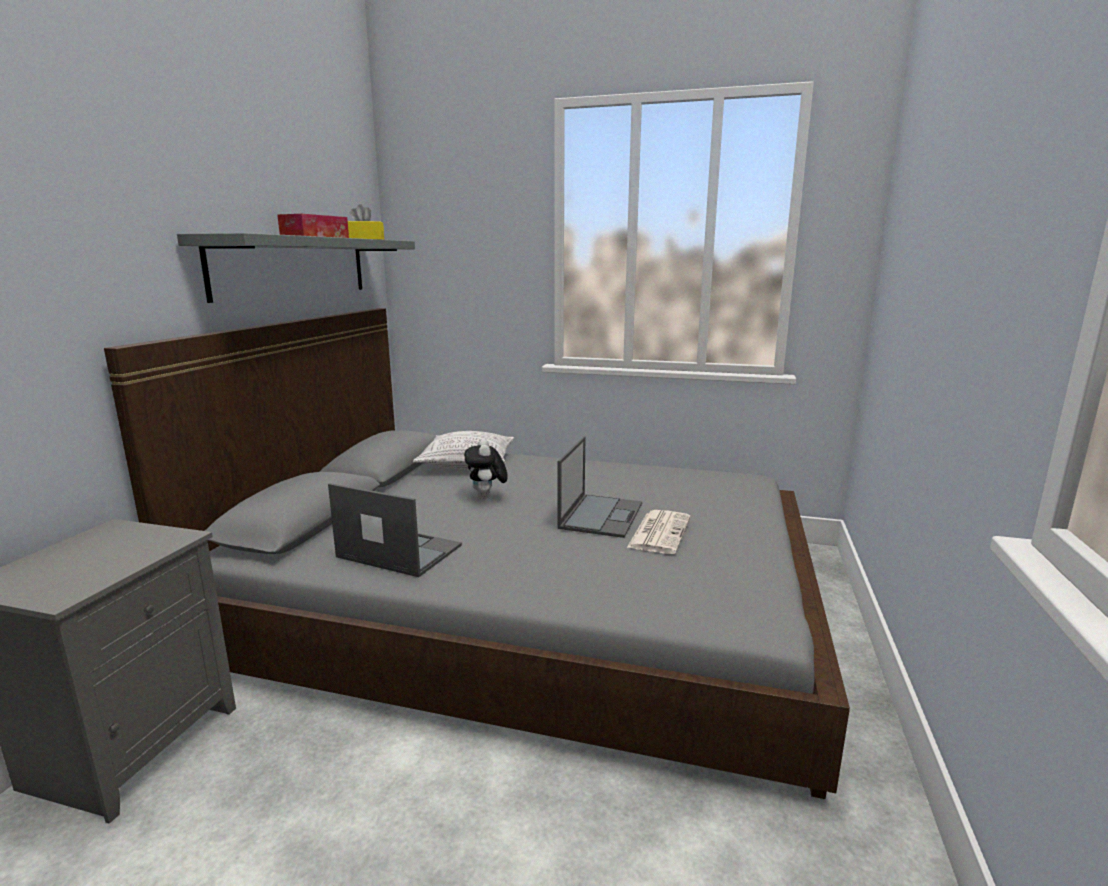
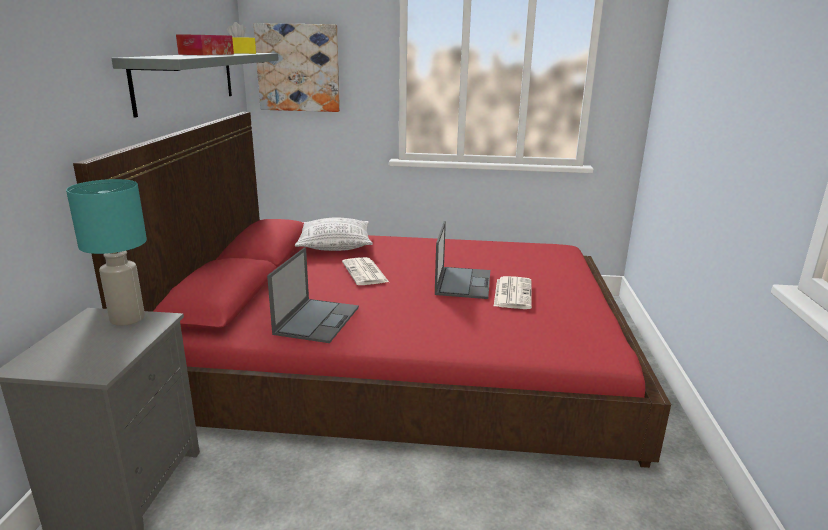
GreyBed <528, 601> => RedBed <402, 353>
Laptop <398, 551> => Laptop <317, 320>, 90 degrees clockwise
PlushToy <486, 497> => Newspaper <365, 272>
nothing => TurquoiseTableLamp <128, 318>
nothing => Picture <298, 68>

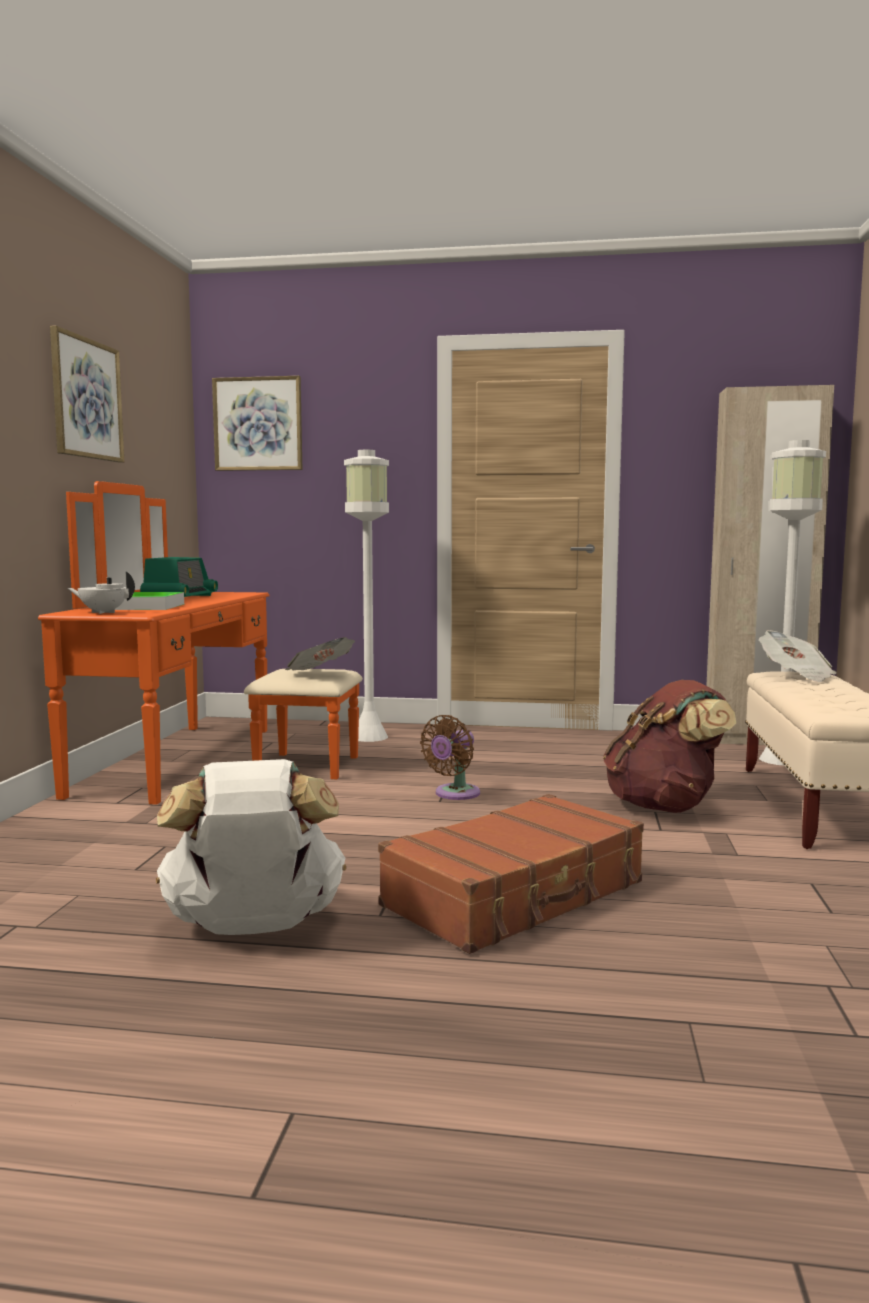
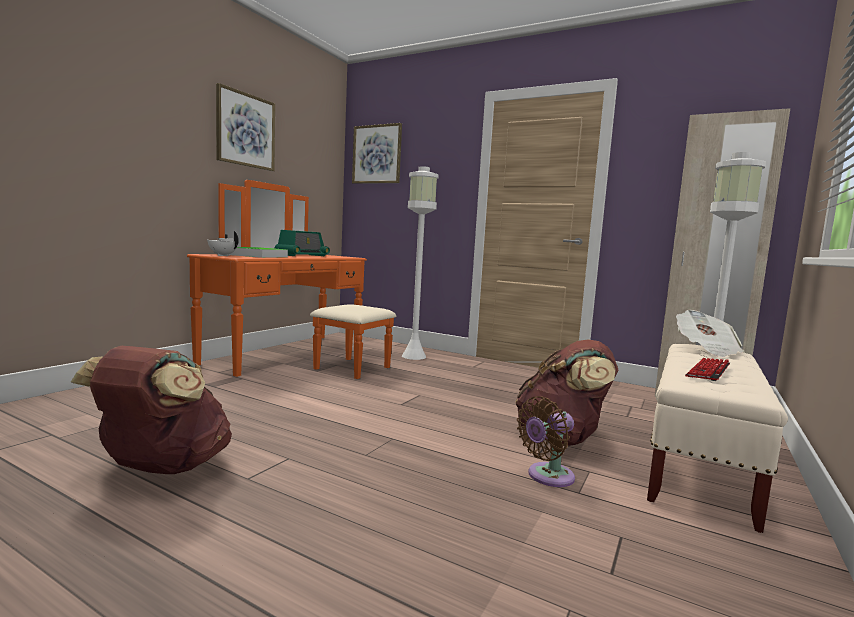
WhiteBackpack <254, 928> => BrownBackpack <162, 468>
Newspaper <320, 674> => nothing
BrownSuitcase <516, 895> => nothing
BrownFan <454, 794> => BrownFan <547, 476>, relocated
nothing => Keyboard <708, 371>

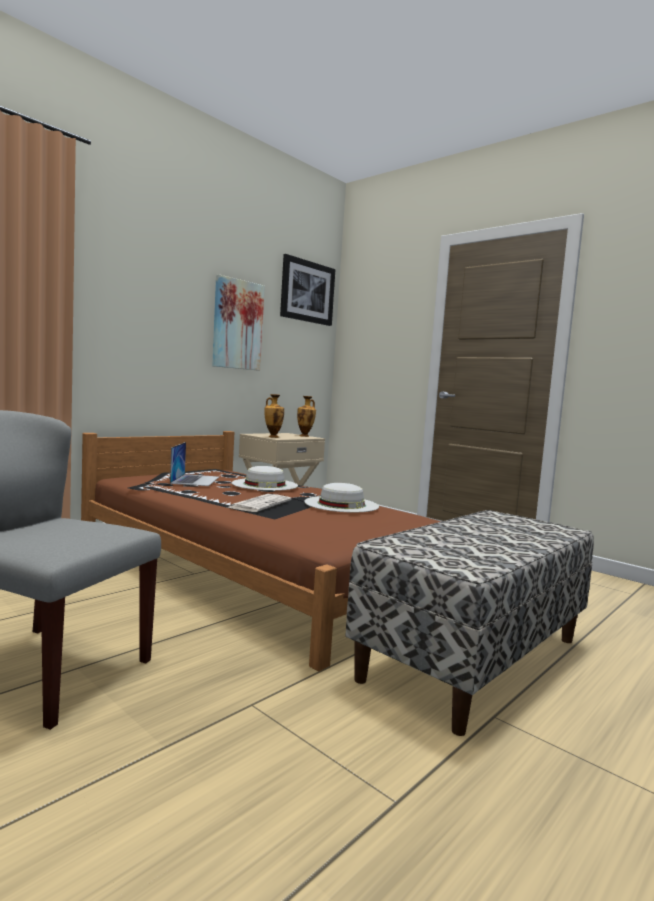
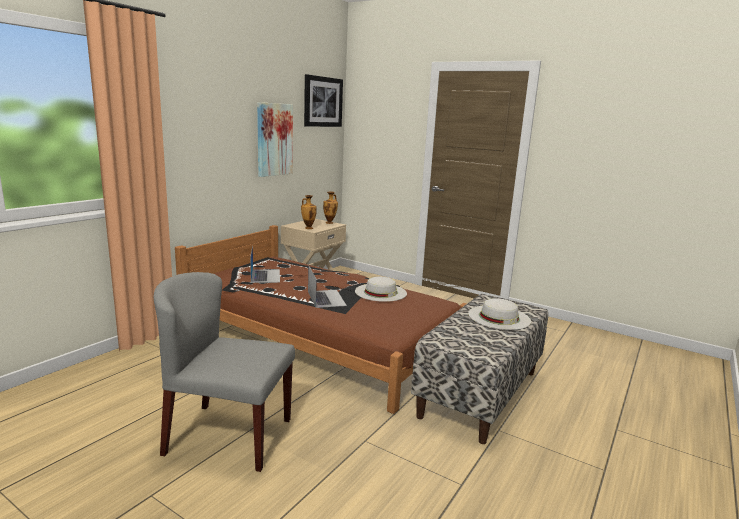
Newspaper <260, 504> => Laptop <326, 298>
WhiteHat <265, 484> => WhiteHat <499, 317>, relocated

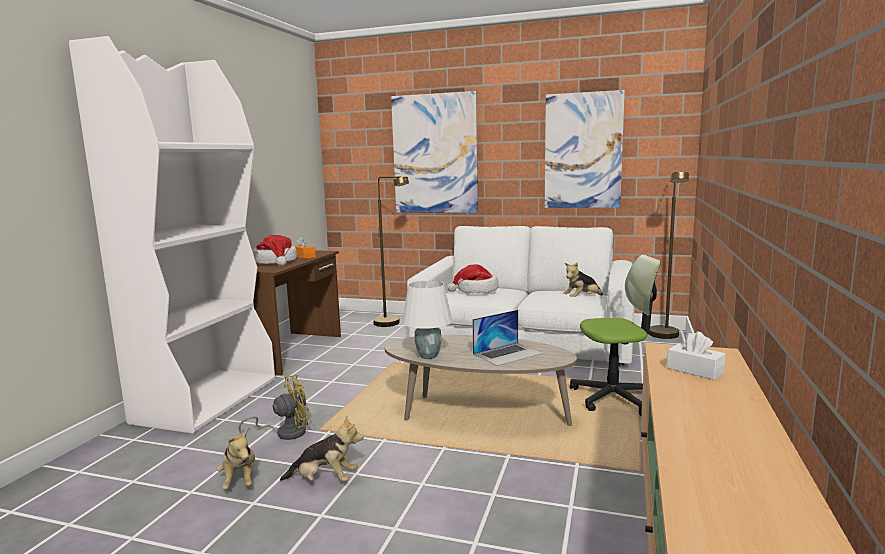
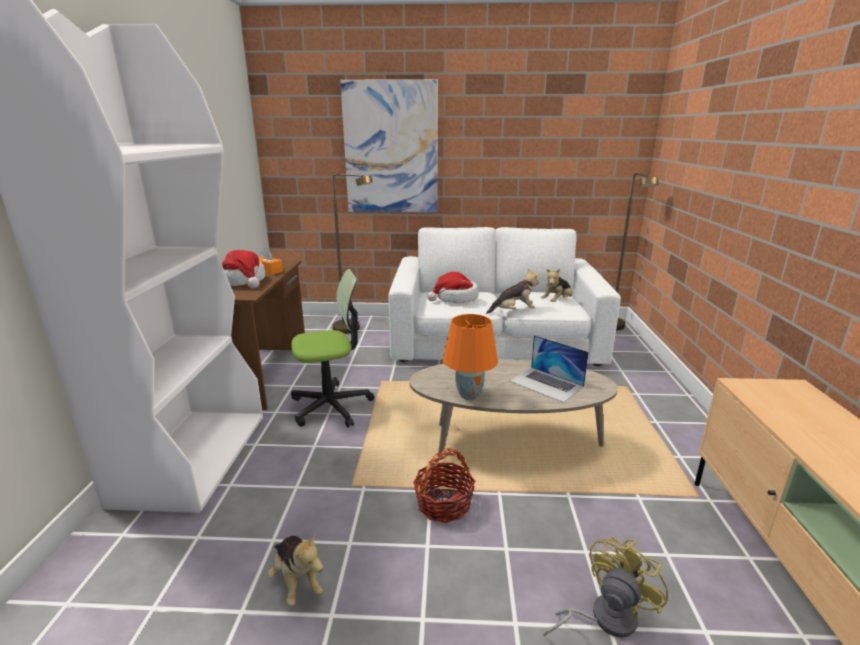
YellowFan <285, 432> => YellowFan <603, 618>, relocated
PlushToy <324, 480> => PlushToy <514, 312>, relocated
WhiteTableLamp <428, 356> => OrangeTableLamp <468, 395>
Laptop <508, 353> => Laptop <546, 384>, 90 degrees clockwise
Picture <583, 151> => nothing
OfficeChair <614, 398> => OfficeChair <331, 406>, relocated
WhiteTissueBox <695, 370> => nothing
nothing => Basket <444, 504>

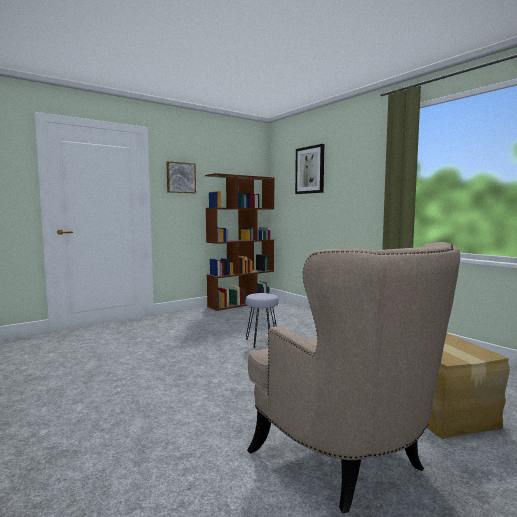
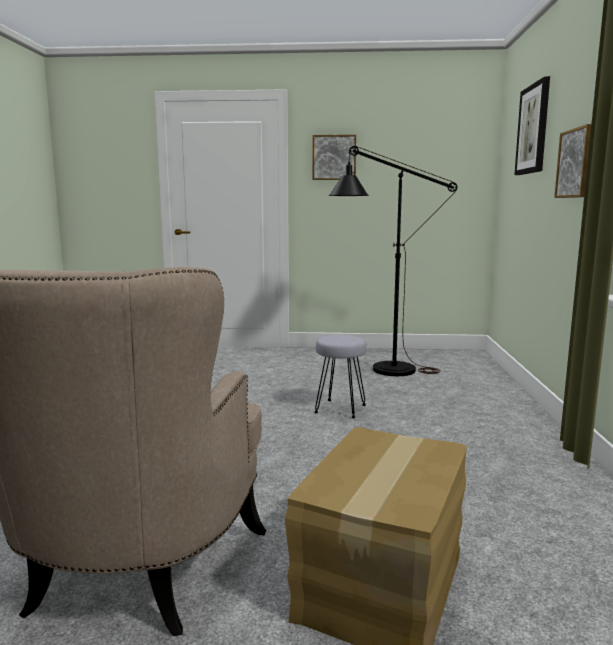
BrownBookcase <241, 303> => nothing
nothing => BlackFloorLamp <381, 369>
nothing => Picture <578, 163>

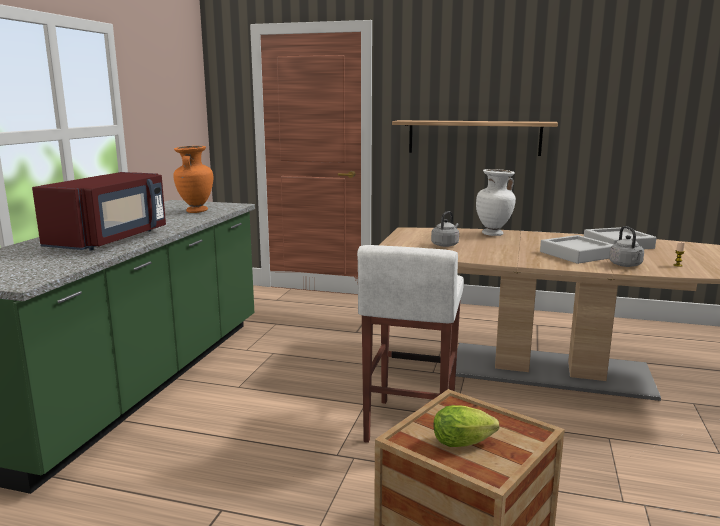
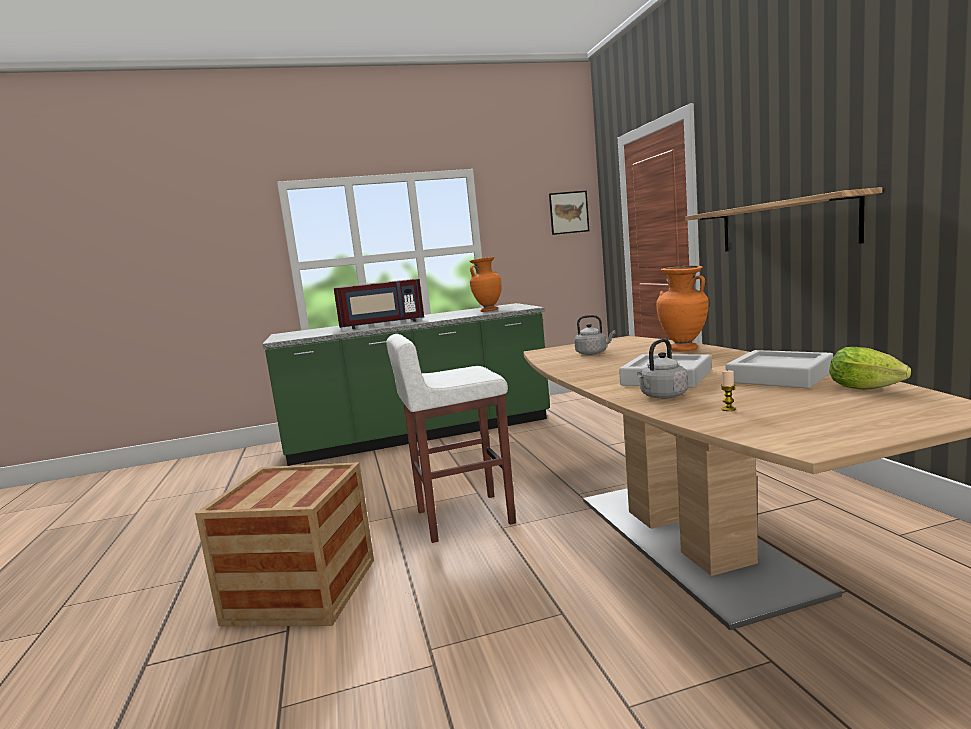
Lettuce <465, 443> => Lettuce <869, 389>, relocated
WhiteVase <493, 234> => OrangeVase <683, 349>
nothing => Picture <569, 212>

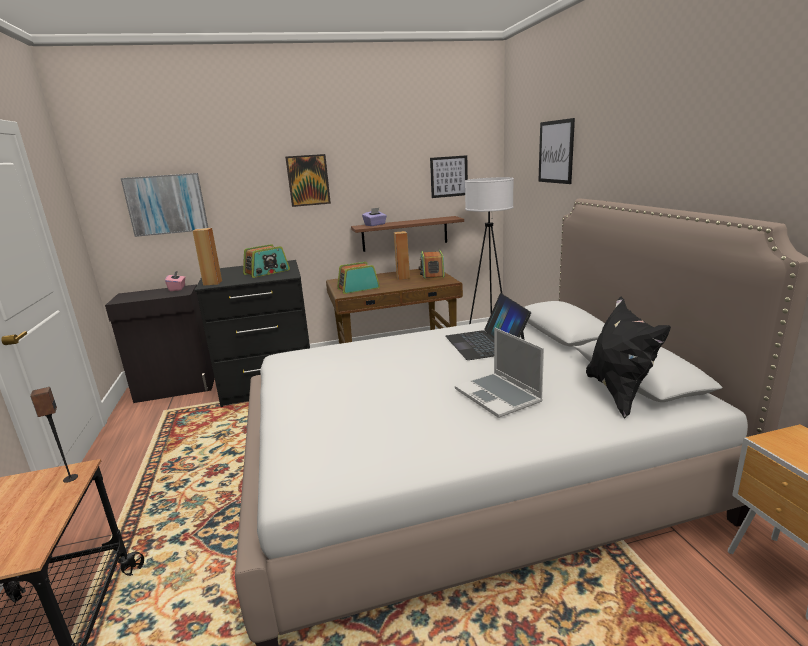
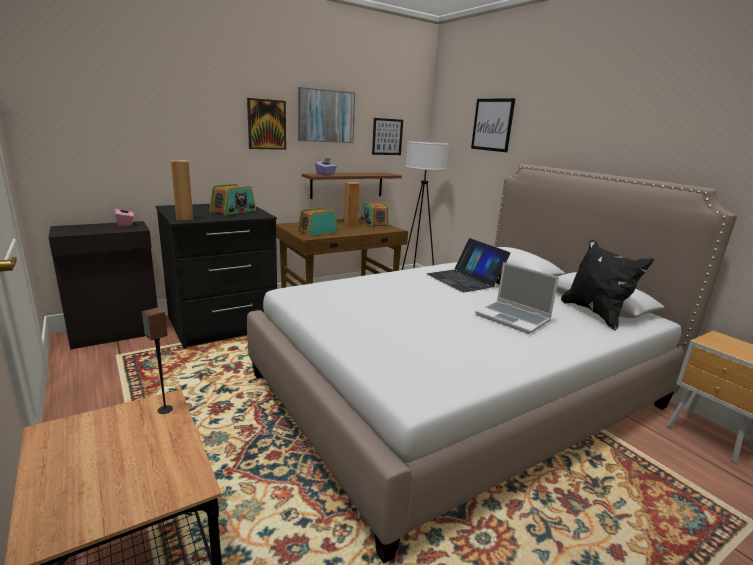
Picture <166, 204> => Picture <326, 116>, relocated

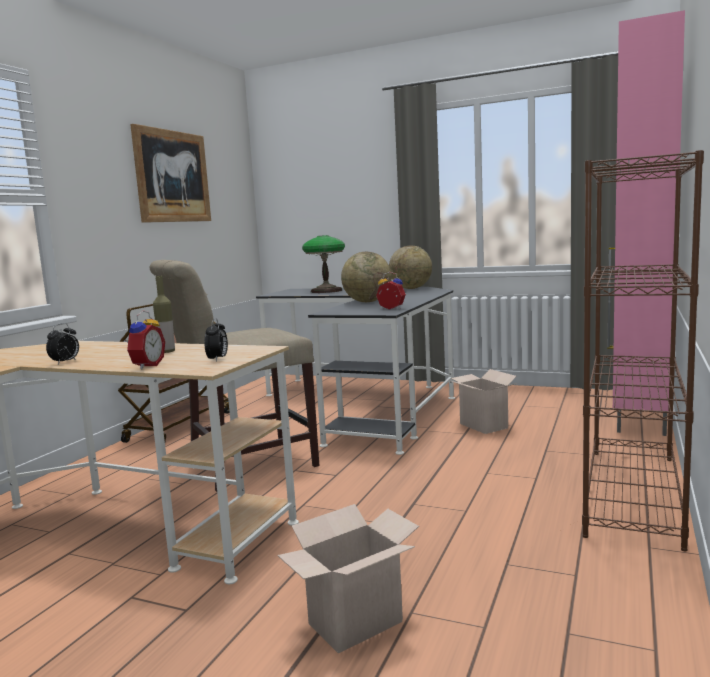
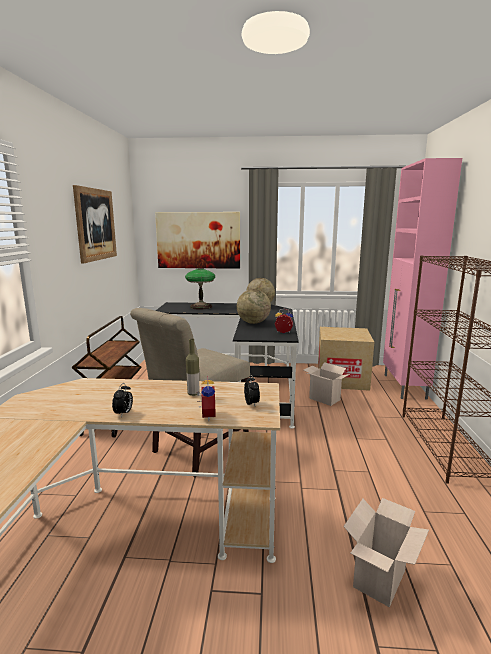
nothing => Picture <198, 240>
nothing => CardboardBox <342, 379>

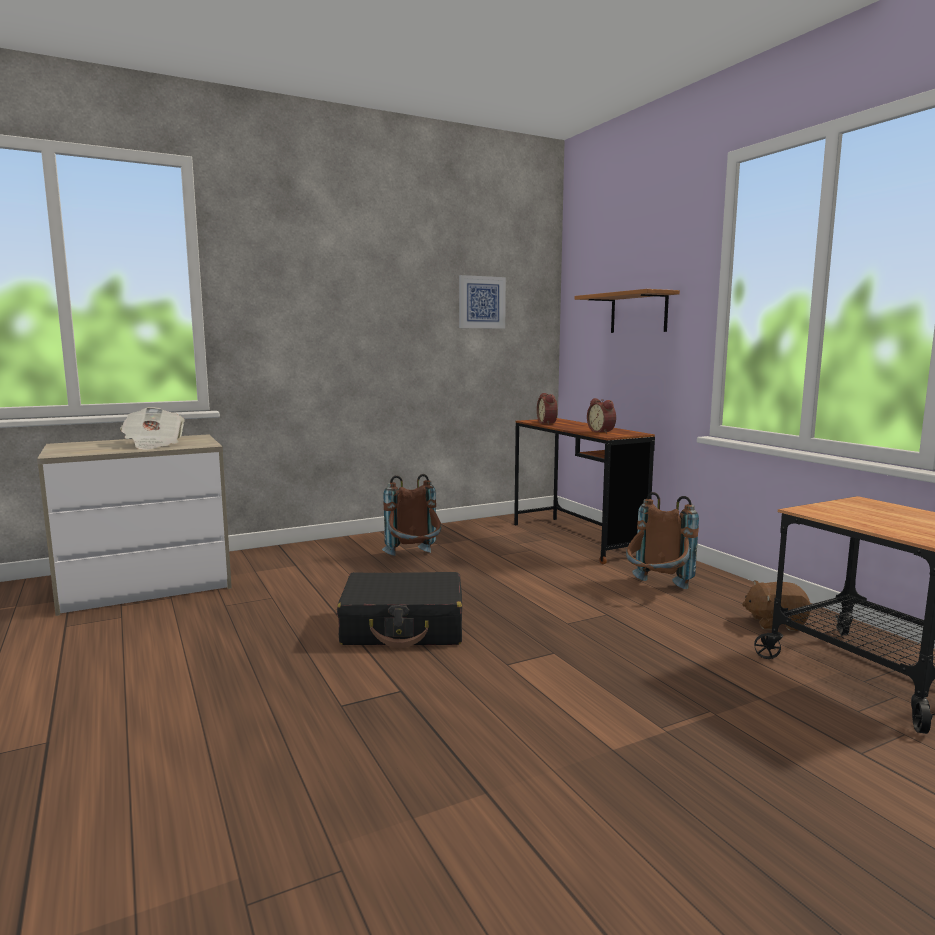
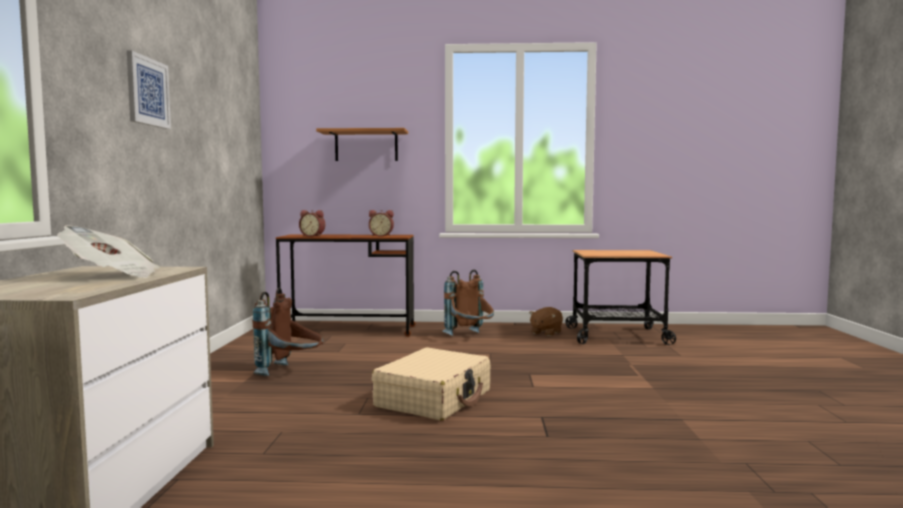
BlackSuitcase <403, 627> => BeigeSuitcase <434, 399>
Picture <481, 302> => Picture <147, 92>, relocated

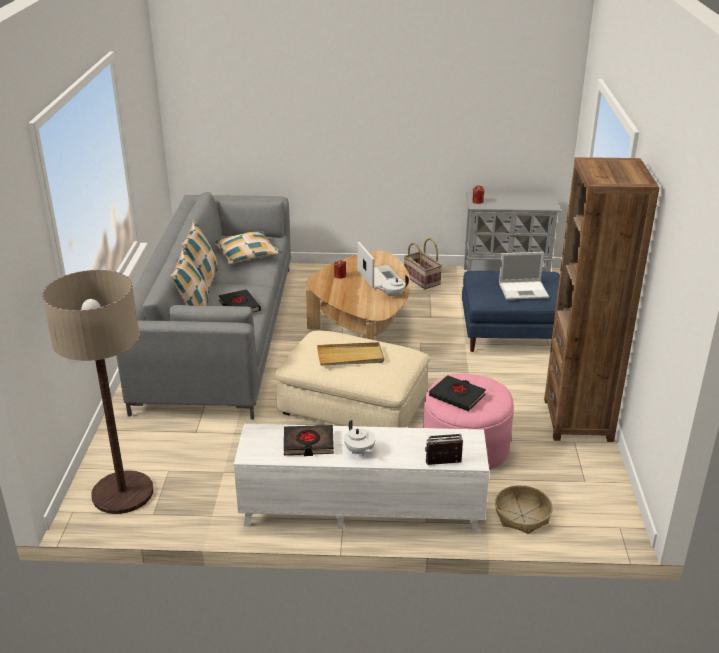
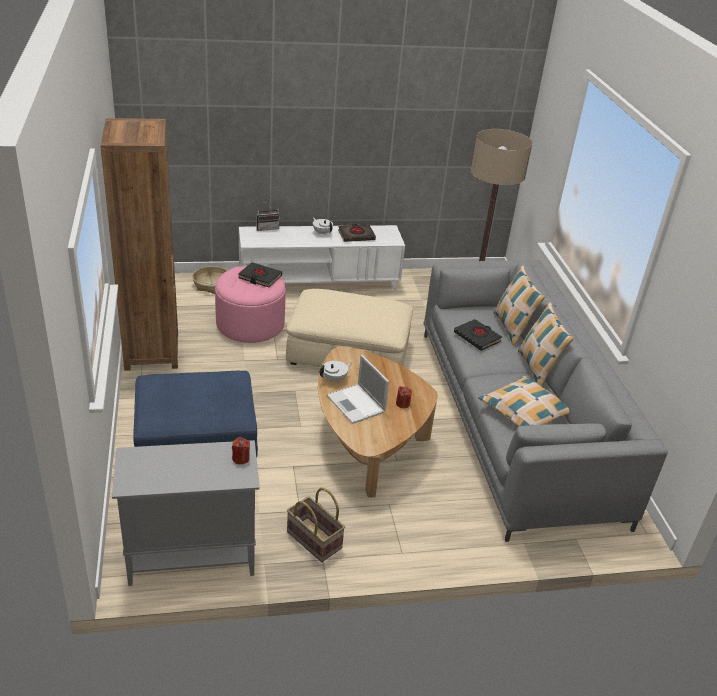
BeigeTray <350, 357> => nothing
Laptop <524, 290> => nothing

